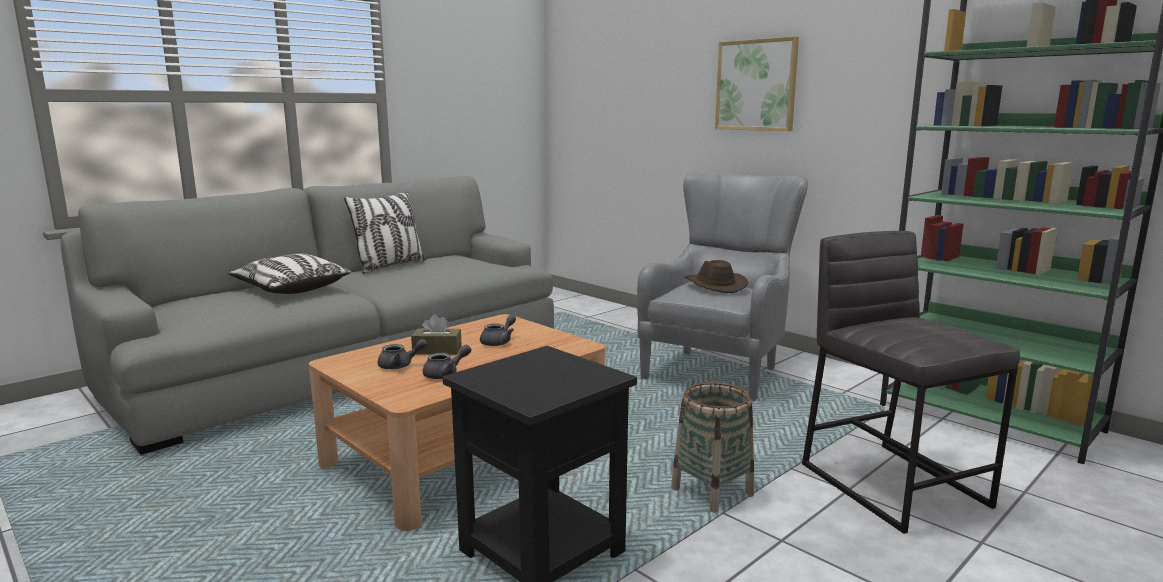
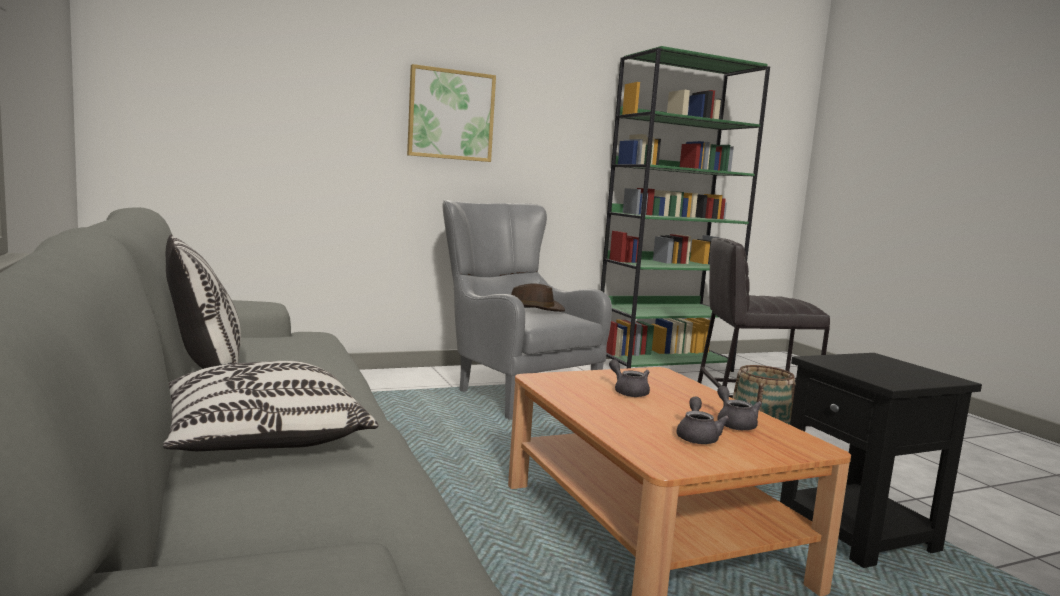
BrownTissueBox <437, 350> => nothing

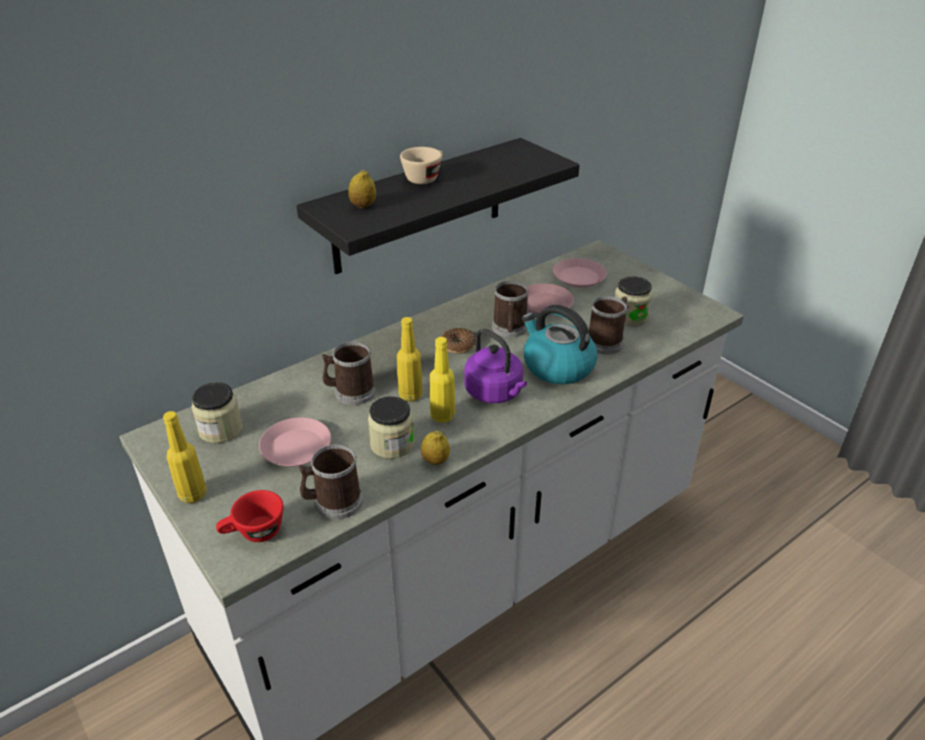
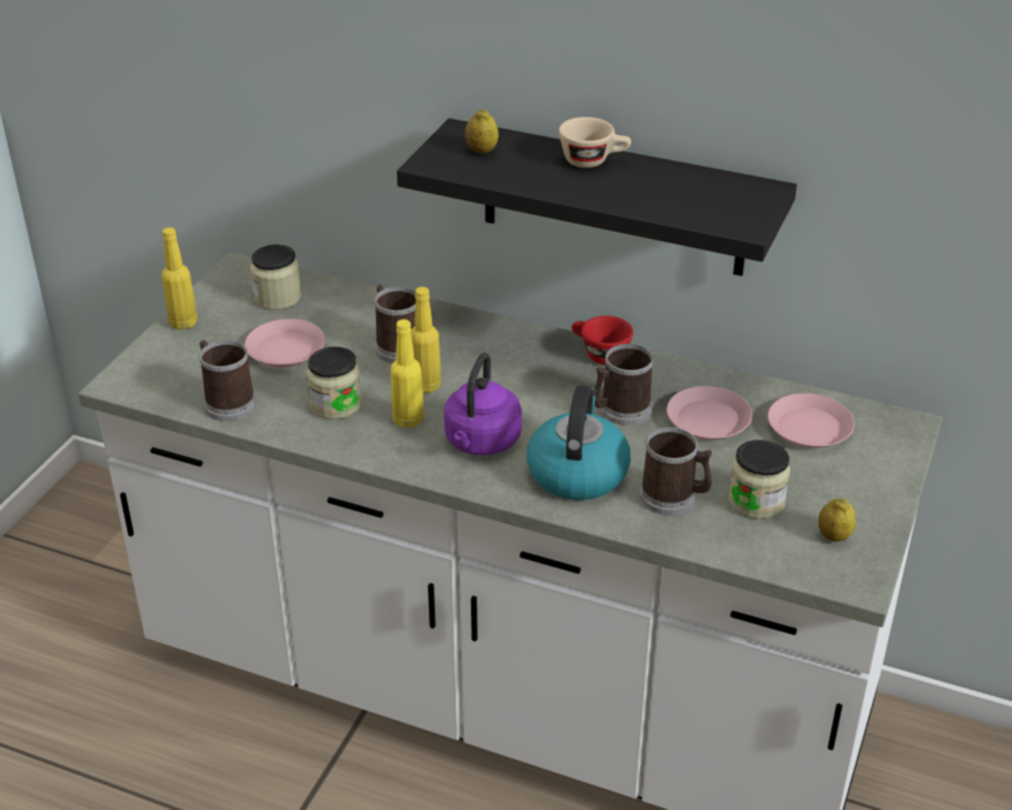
RedCup <254, 533> => RedCup <599, 354>, relocated
Lemon <435, 460> => Lemon <834, 536>, relocated
Donut <458, 346> => nothing

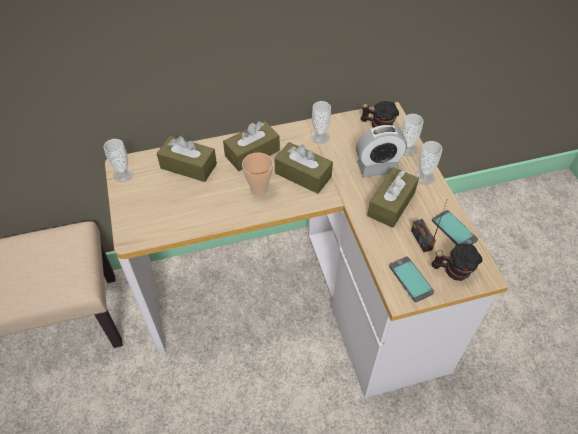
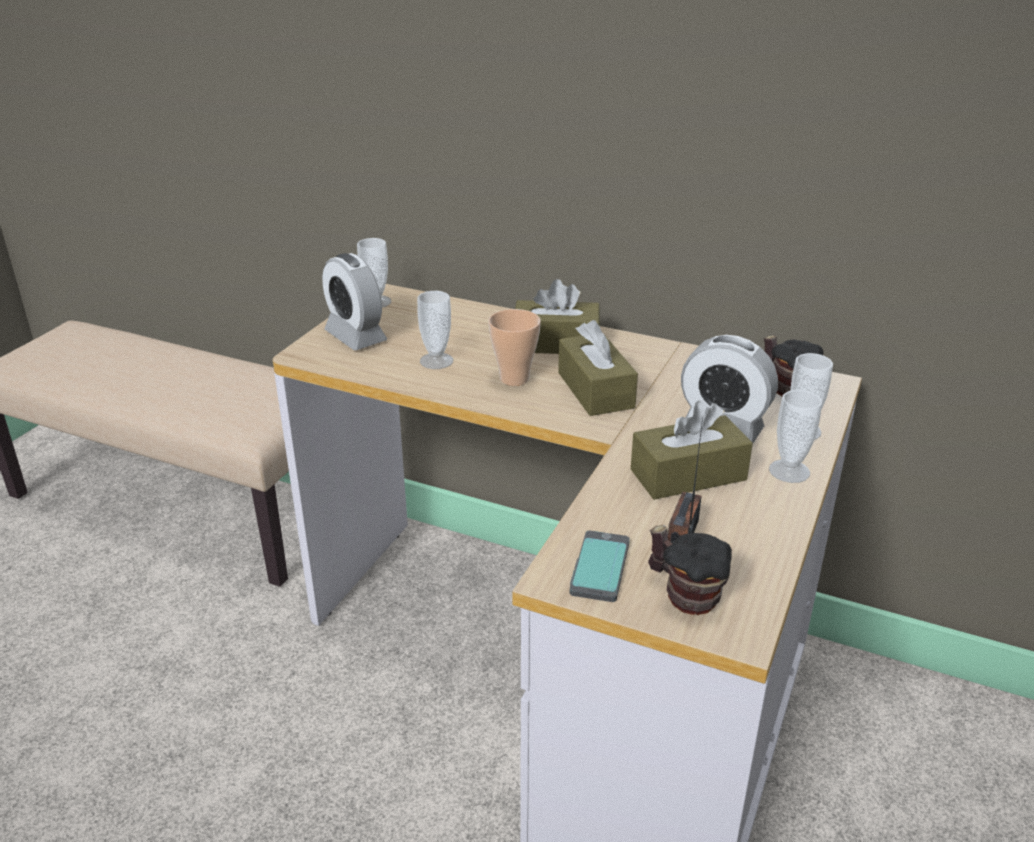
BrownTissueBox <188, 166> => nothing
Cup <320, 137> => Cup <436, 361>, relocated
Phone <454, 230> => nothing
nothing => AlarmClock <355, 336>

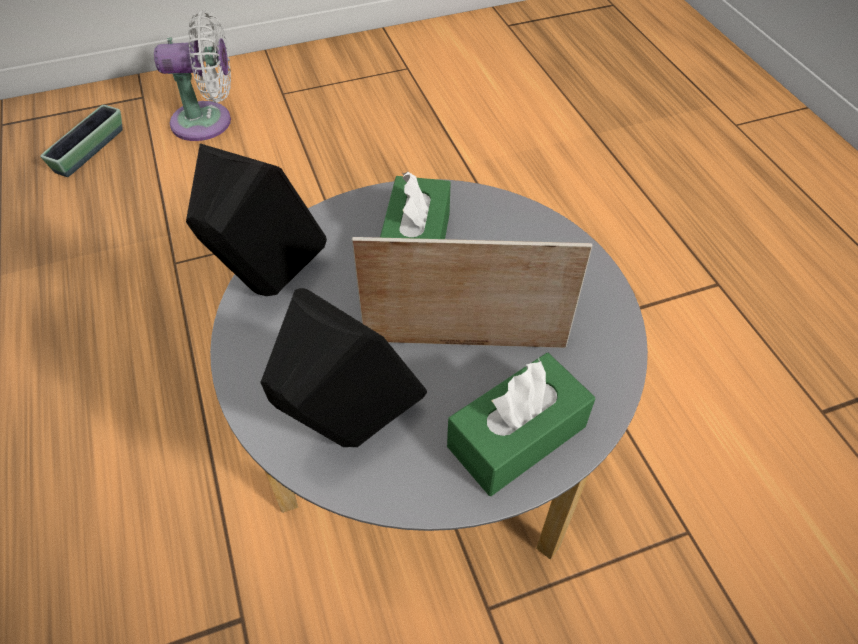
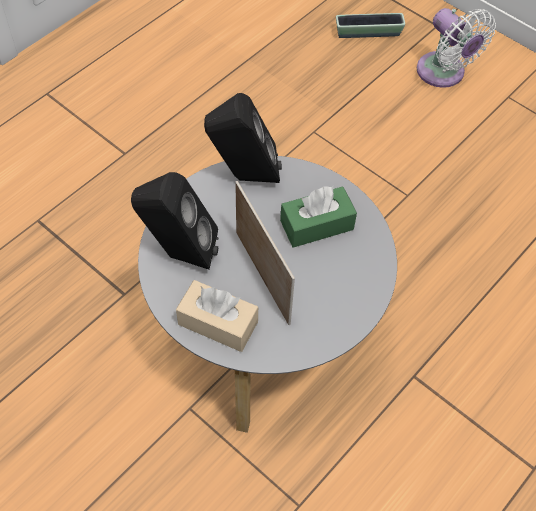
GreenTissueBox <516, 436> => BeigeTissueBox <218, 323>

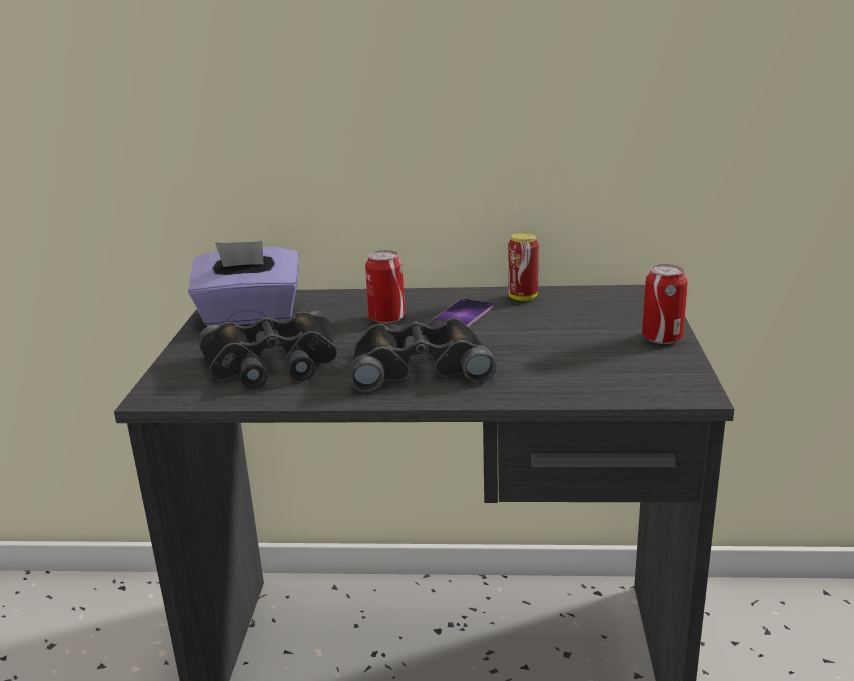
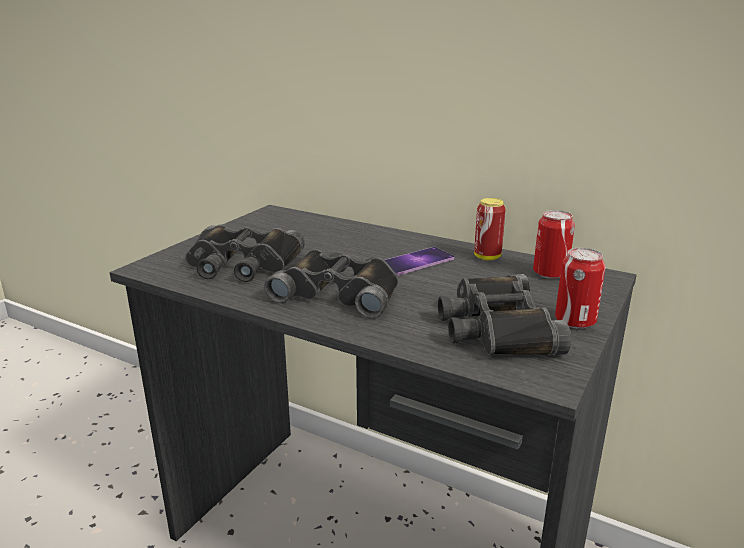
PurpleTissueBox <250, 316> => nothing
Can <387, 318> => Can <550, 273>, relocated
nothing => BlackBinoculars <495, 328>

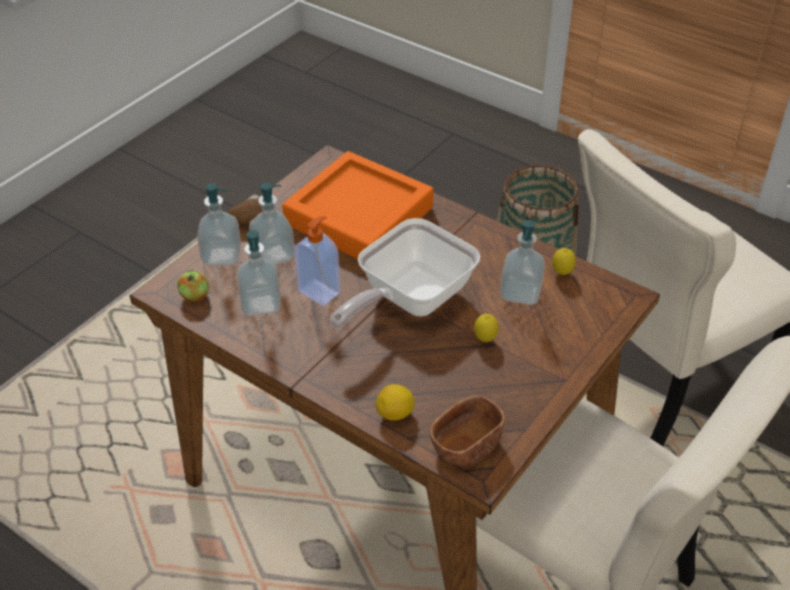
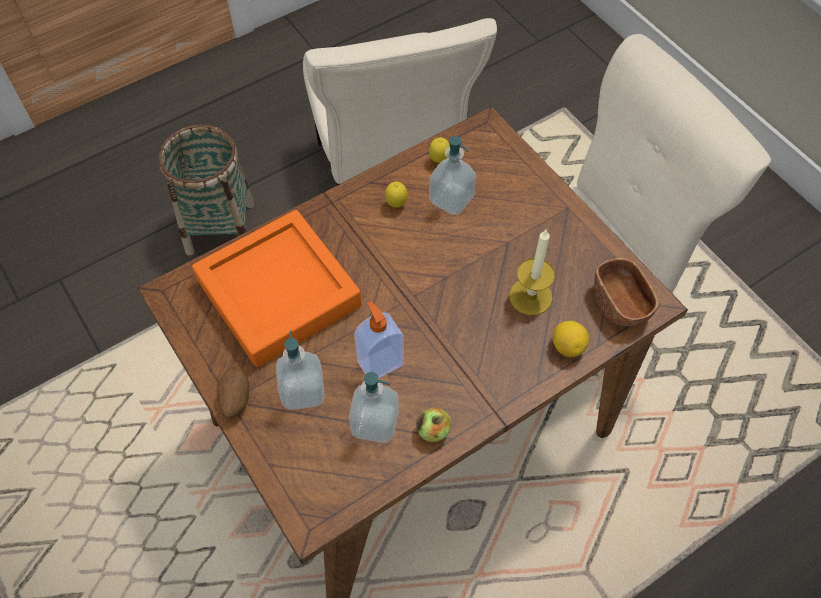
Apple <194, 296> => Apple <433, 431>, relocated
SoapDispenser <221, 255> => nothing
FryingPan <408, 300> => nothing
Lemon <485, 340> => Lemon <396, 204>, relocated
nothing => Candle <530, 296>

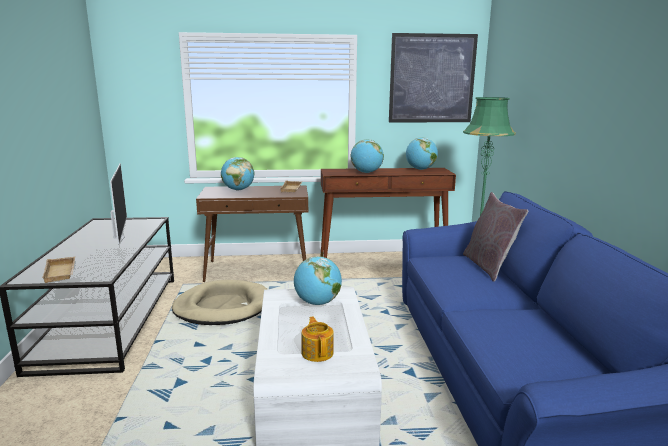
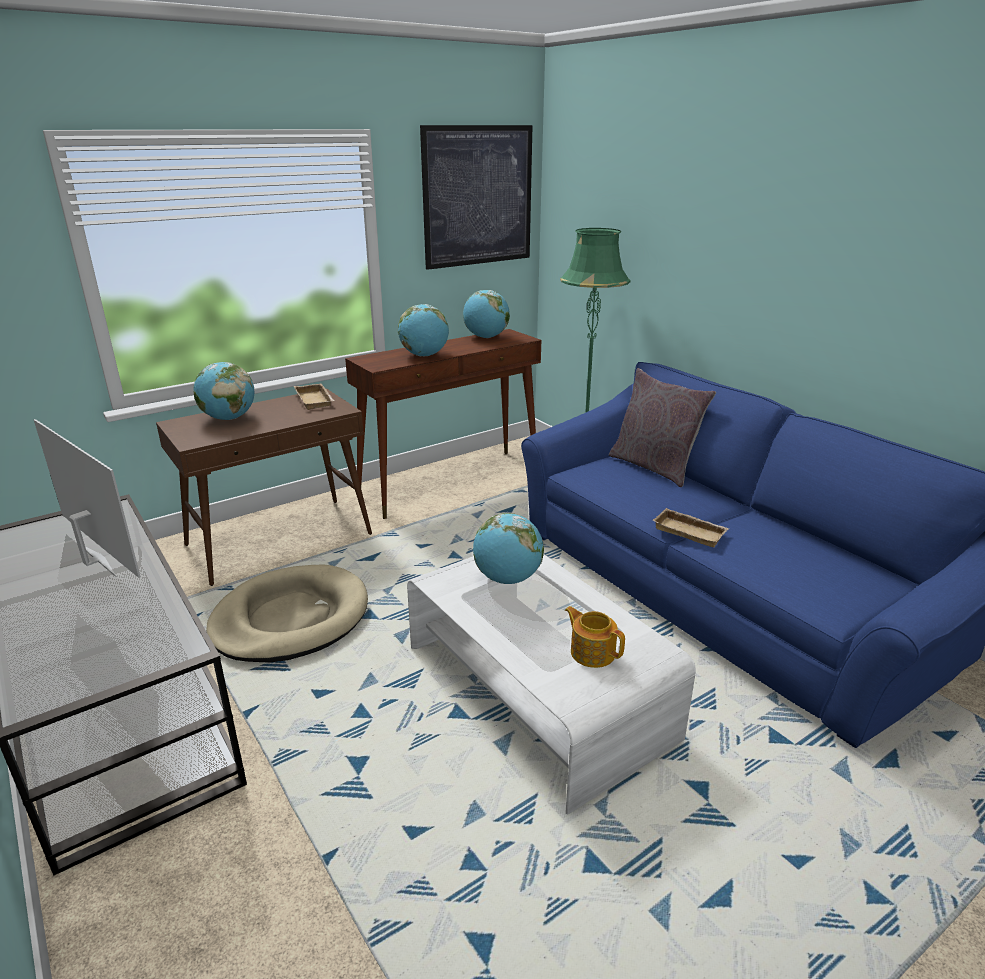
BeigeTray <62, 273> => BeigeTray <691, 531>, relocated

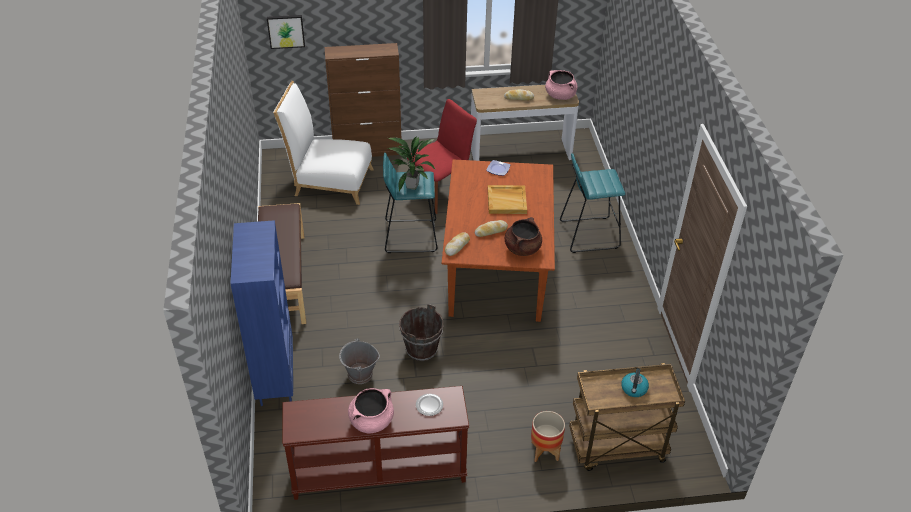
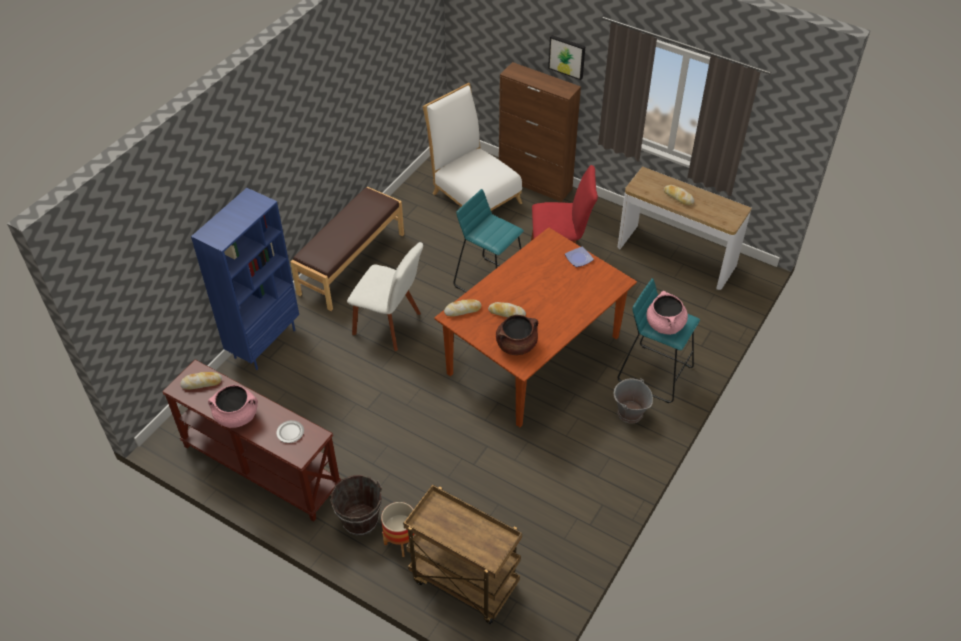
Picture <286, 31> => Picture <567, 56>, relocated
GreyBucket <360, 374> => GreyBucket <629, 413>, relocated
PottedPlant <412, 185> => nothing
BrownBucket <421, 349> => BrownBucket <360, 520>, relocated
BeigeTray <507, 201> => nothing
PinkCookingPot <560, 95> => PinkCookingPot <665, 325>, relocated
Kettle <634, 389> => nothing
nothing => Bread <202, 383>
nothing => WhiteChair <390, 325>

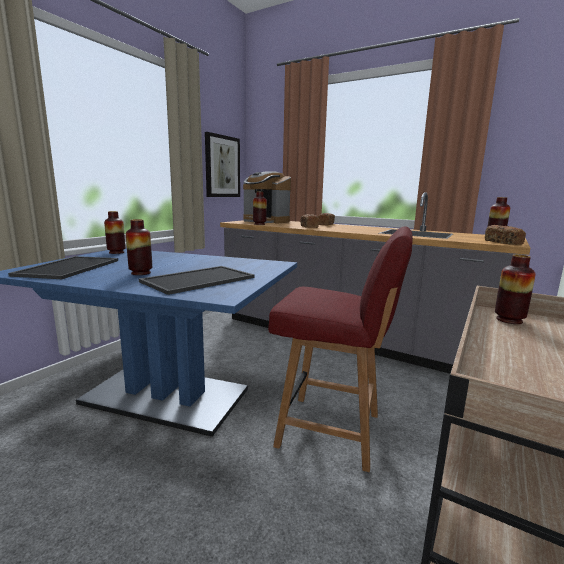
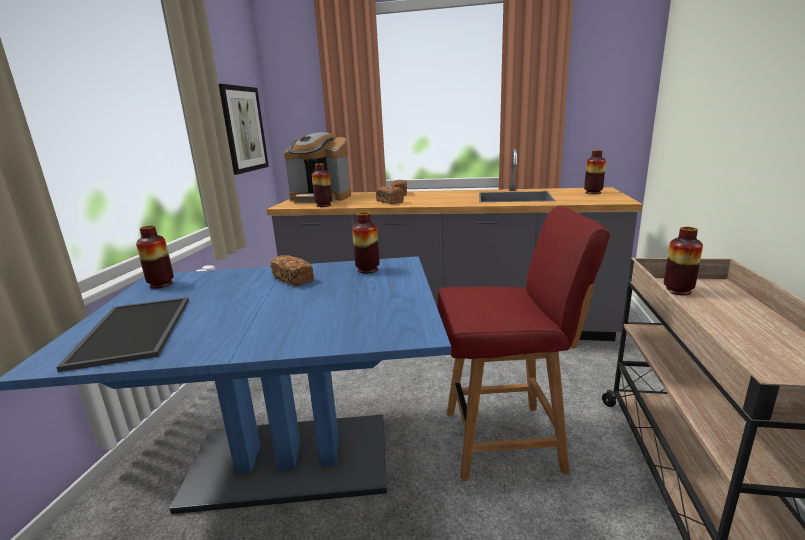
Vase <141, 273> => Vase <367, 270>, relocated
Tray <198, 279> => nothing
Bread <503, 242> => Bread <293, 279>, relocated

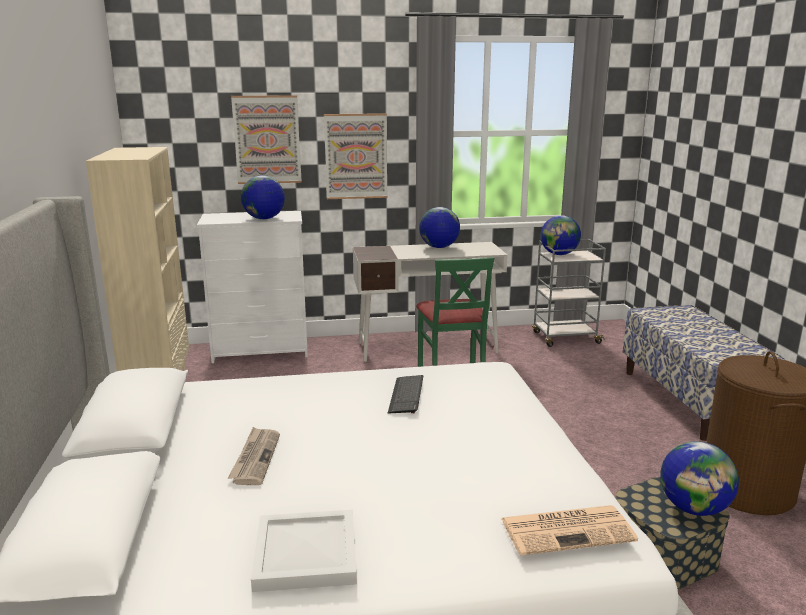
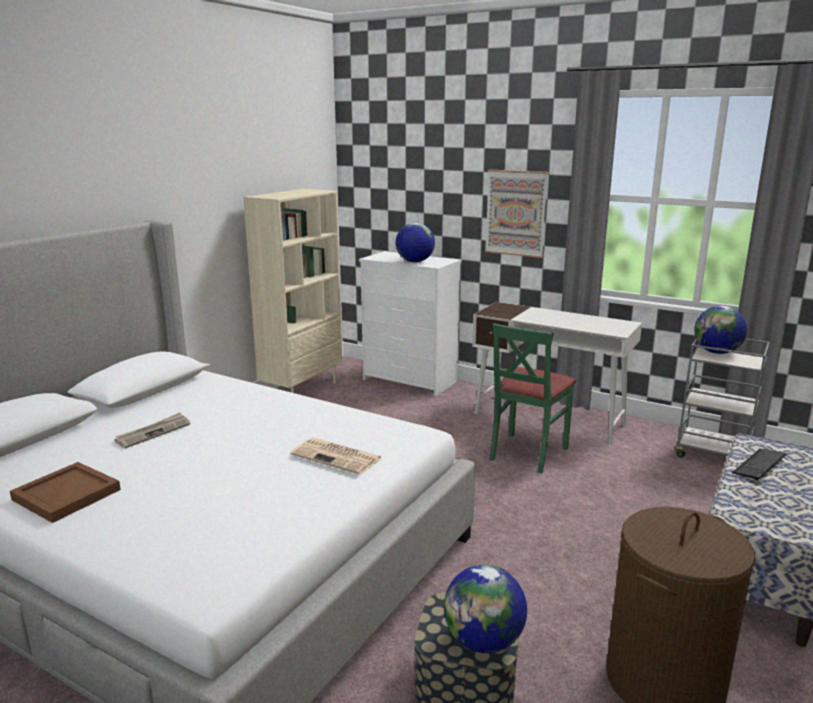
Picture <267, 140> => nothing
WhiteTray <307, 552> => BrownTray <68, 494>
Keyboard <406, 395> => Keyboard <759, 465>, relocated
Globe <439, 247> => nothing
Newspaper <568, 530> => Newspaper <338, 457>, relocated

